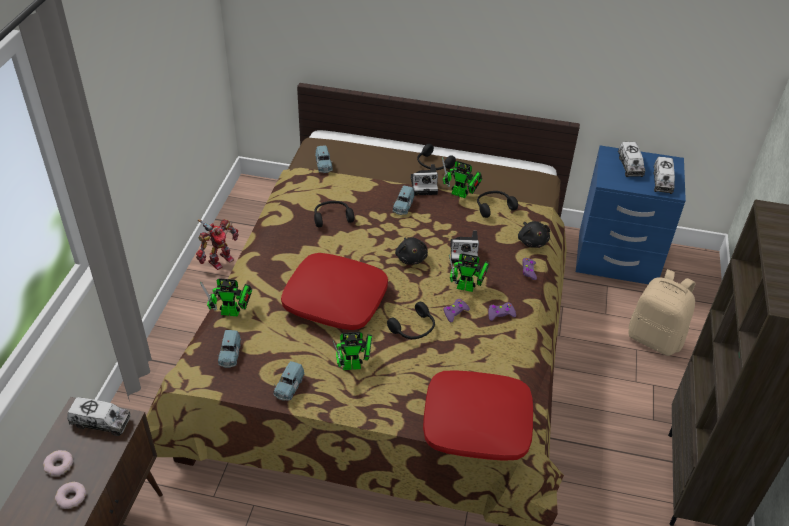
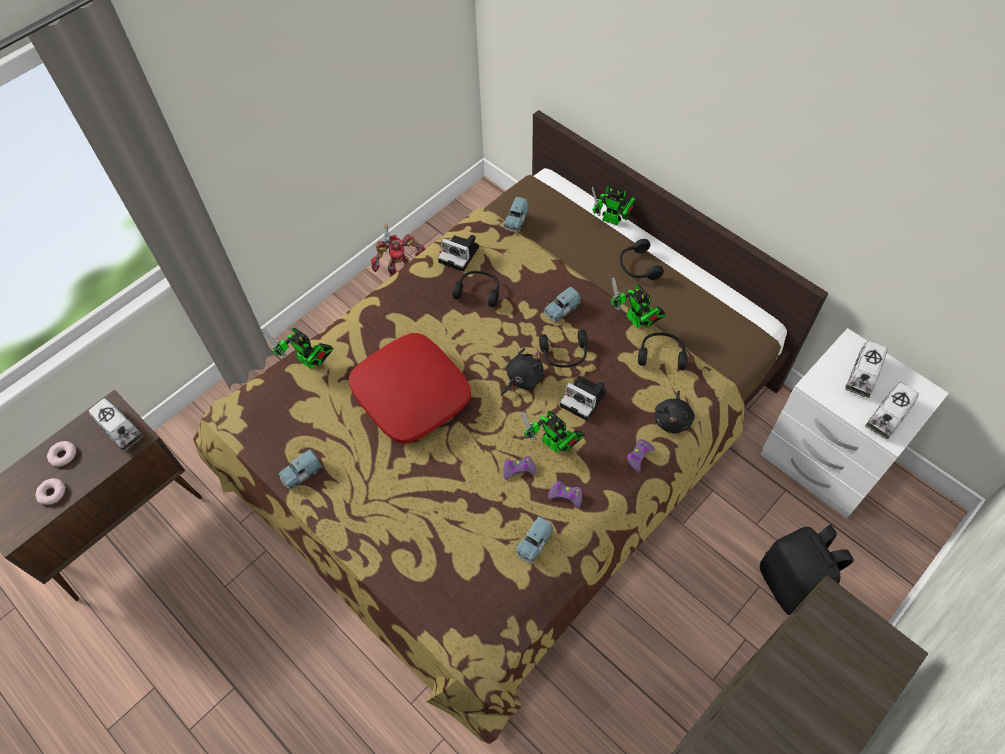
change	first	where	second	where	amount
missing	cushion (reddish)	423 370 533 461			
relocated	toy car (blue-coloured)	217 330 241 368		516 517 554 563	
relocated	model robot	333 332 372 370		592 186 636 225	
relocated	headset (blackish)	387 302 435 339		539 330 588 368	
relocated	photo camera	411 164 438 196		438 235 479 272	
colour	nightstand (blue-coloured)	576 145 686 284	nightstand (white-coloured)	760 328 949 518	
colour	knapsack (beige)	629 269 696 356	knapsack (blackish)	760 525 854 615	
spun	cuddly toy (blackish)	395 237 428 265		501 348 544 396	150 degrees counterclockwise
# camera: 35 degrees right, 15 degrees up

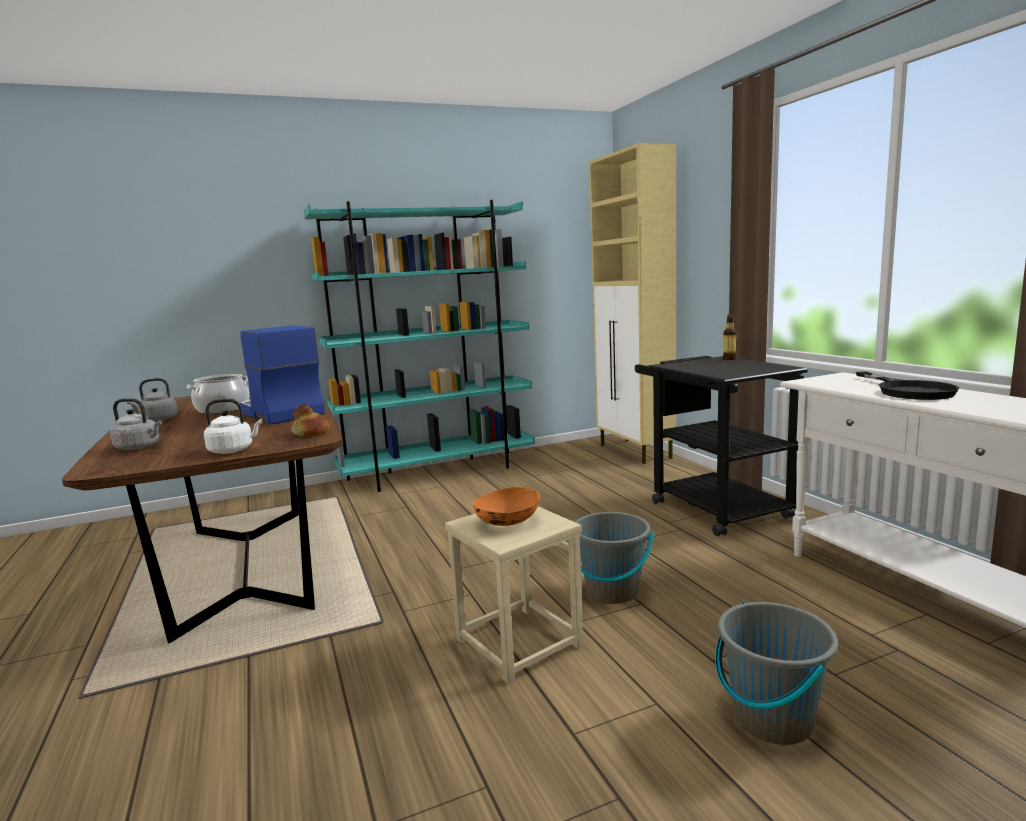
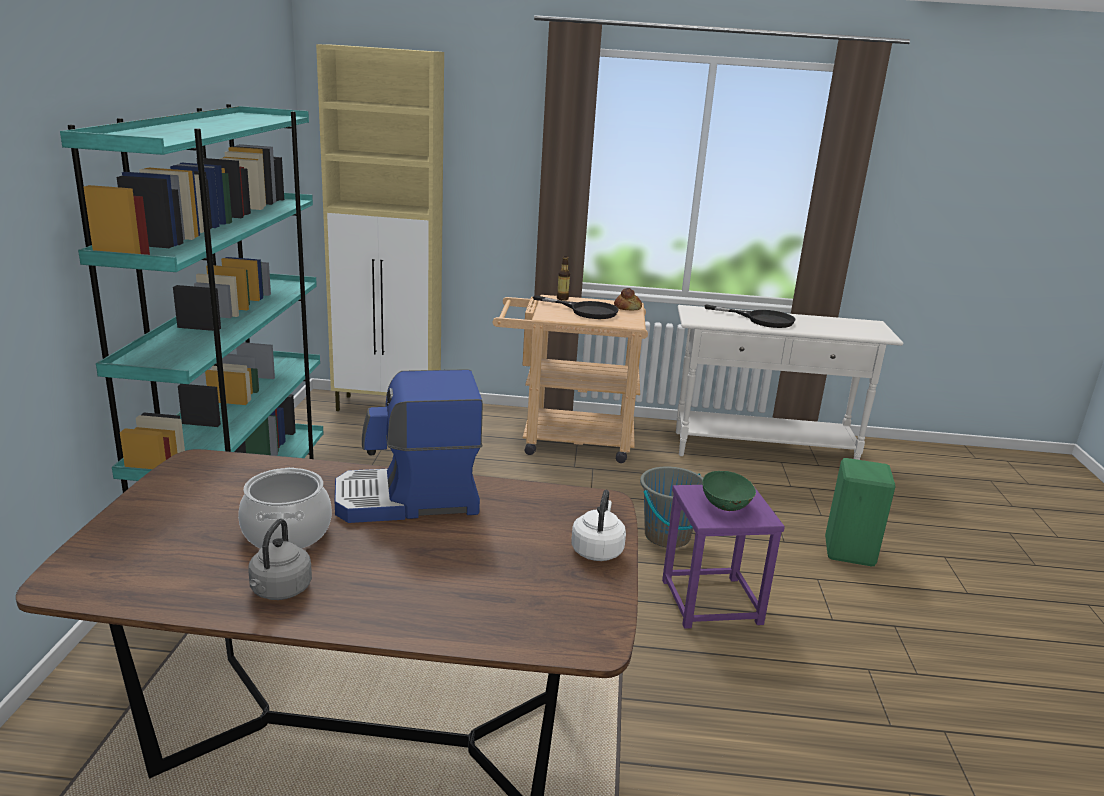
change	first	where	second	where	amount
missing	water kettle (gray)	110 398 162 450			
appeared			frying pan (blackish)	533 295 619 319	
relocated	baked bread	291 404 330 437		614 288 642 311	
exchanged	water bucket (gray)	715 602 838 745	stool seat (green)	825 458 896 566	
colour	stool seat (beige)	445 506 583 684	stool seat (purplish)	662 485 785 629	
colour	serving bowl (orangey)	473 487 540 526	serving bowl (green)	703 471 756 511	
colour	trolley (blackish)	635 356 808 536	trolley (beige)	493 295 648 463	
# camera: 65 degrees left, 10 degrees up

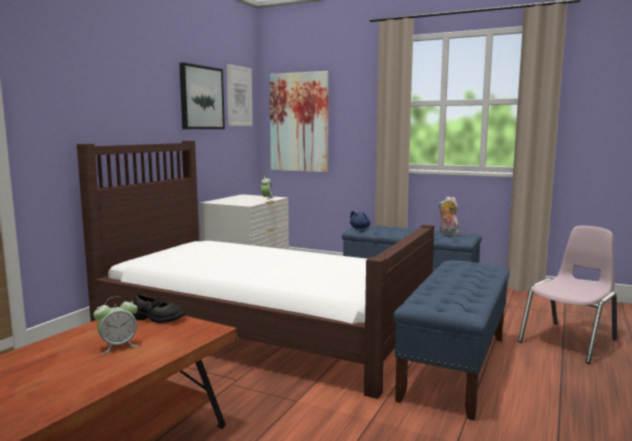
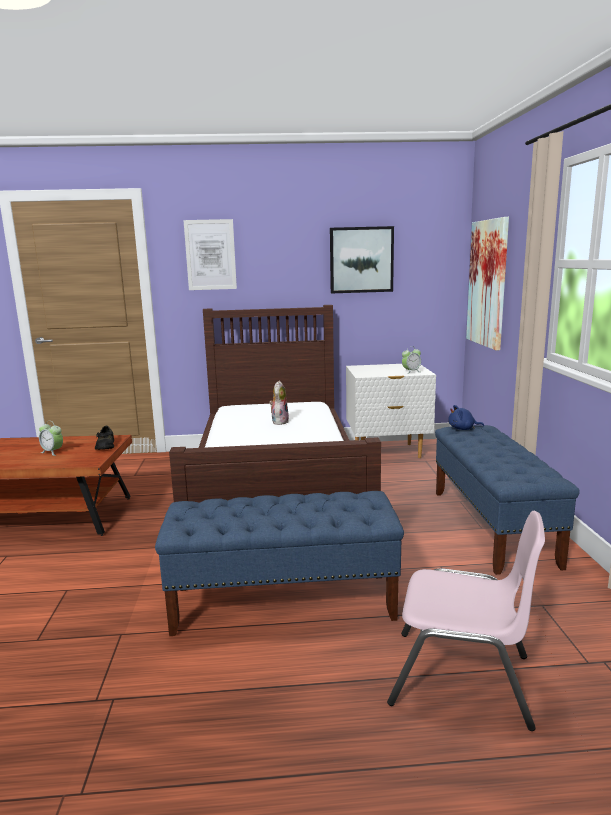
change	first	where	second	where	amount
relocated	wall picture	226 64 253 126		183 219 237 290	
relocated	cuddly toy	438 197 459 236		269 381 289 425	
# camera: 60 degrees right, 5 degrees up

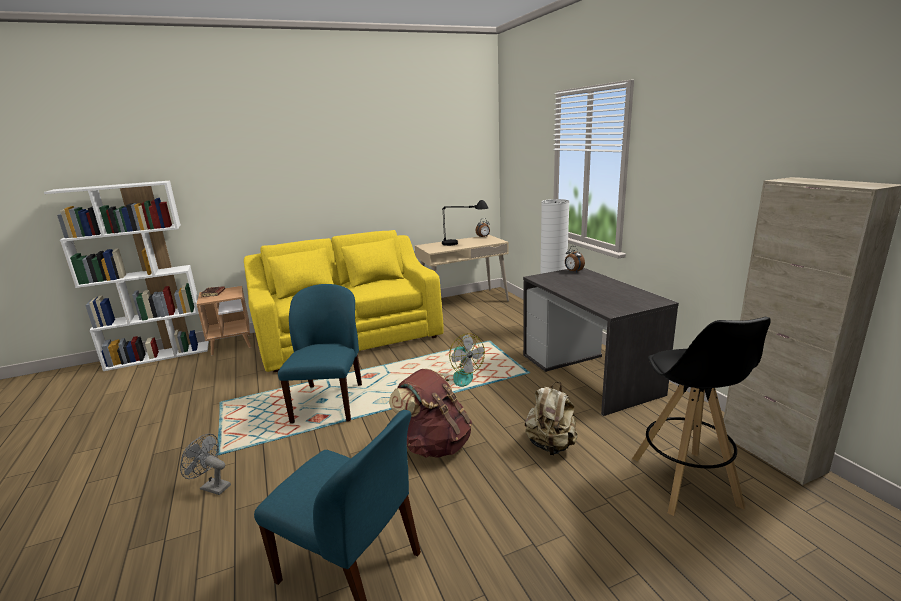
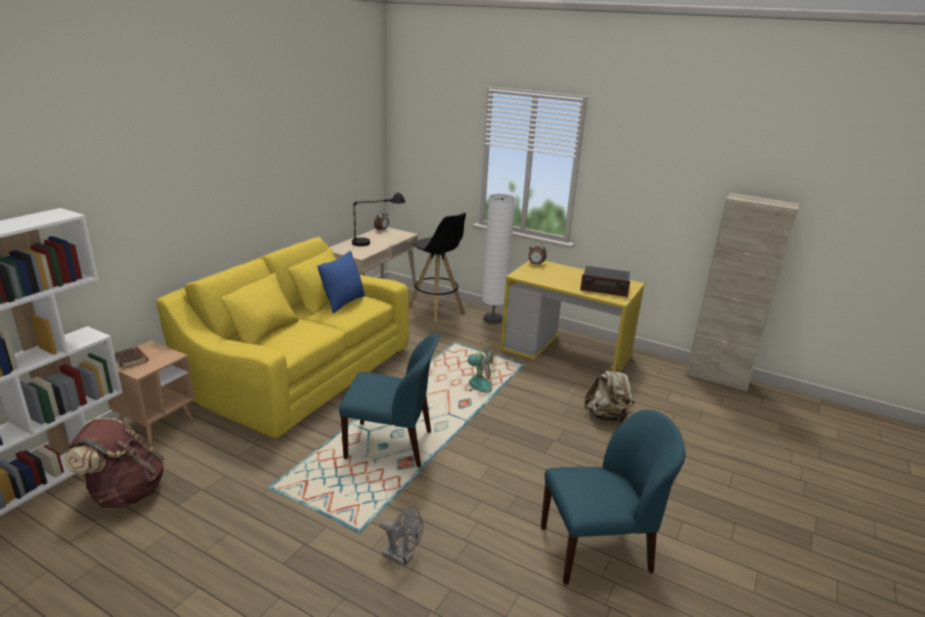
change	first	where	second	where	amount
appeared			cushion (blue-coloured)	318 251 365 313	
appeared			radio	580 266 630 297	
relocated	knapsack (brown-coloured)	389 369 472 458		64 418 164 508	
relocated	stool seat (blackish)	632 317 771 516		409 213 466 322	
colour	desk (gray)	523 268 679 416	desk (yellow)	500 260 645 372	
spun	cooling fan (gray)	180 434 231 495		380 507 423 566	135 degrees counterclockwise
spun	plain chair (blue-coloured)	278 284 362 424		339 334 439 467	135 degrees clockwise
# camera: 40 degrees left, 5 degrees up

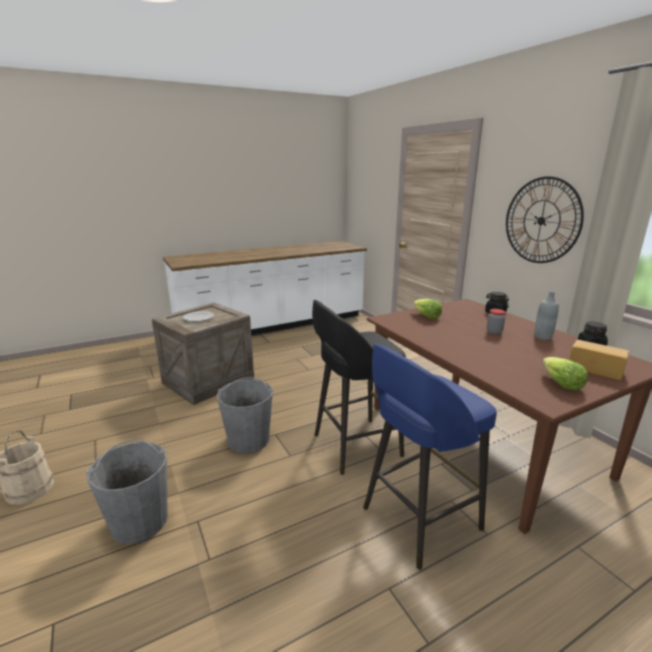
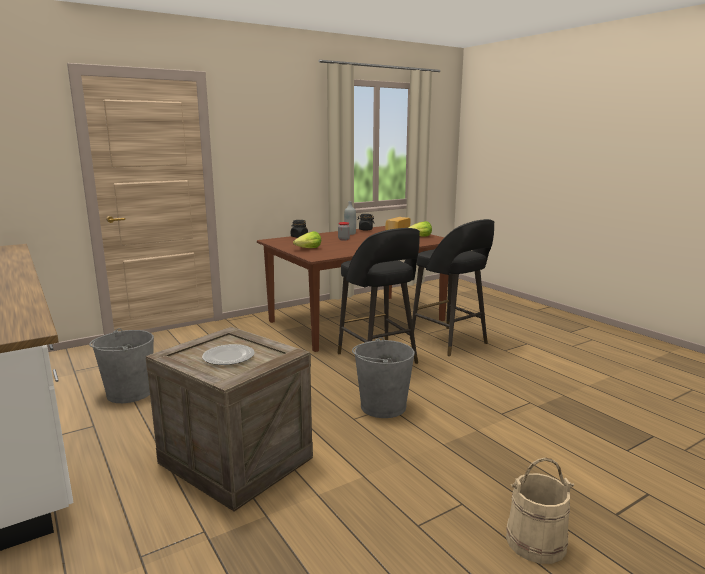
change	first	where	second	where	amount
missing	wall clock	506 176 584 263			
relocated	water bucket (gray)	86 440 168 544		89 328 154 403	
colour	stool seat (blue-coloured)	363 344 497 570	stool seat (blackish)	412 219 494 356	
# camera: 95 degrees left, 5 degrees down

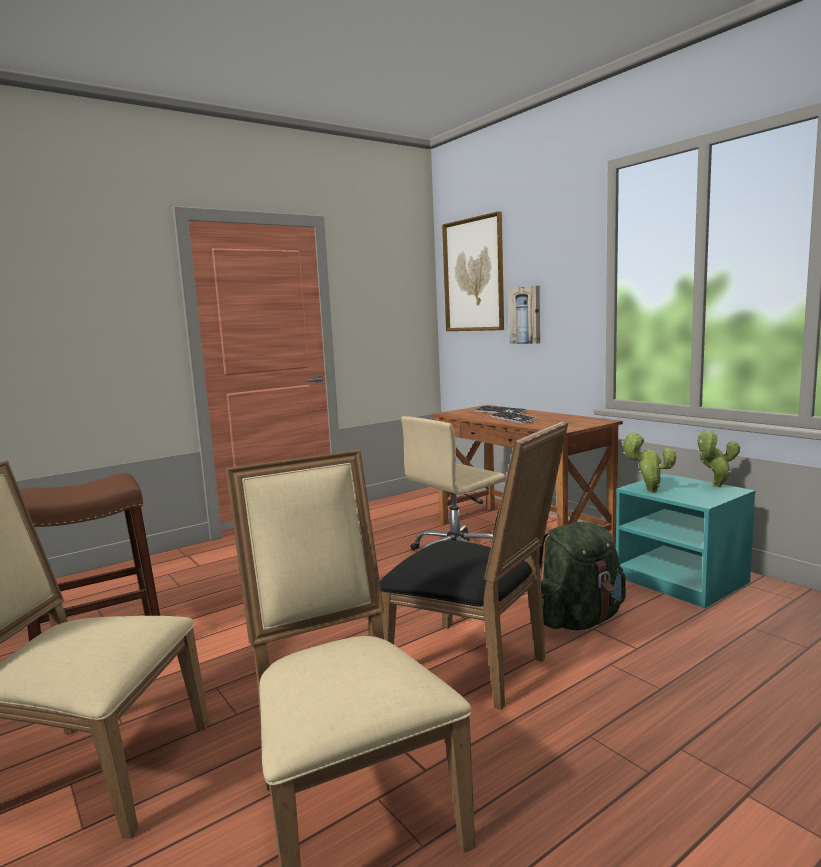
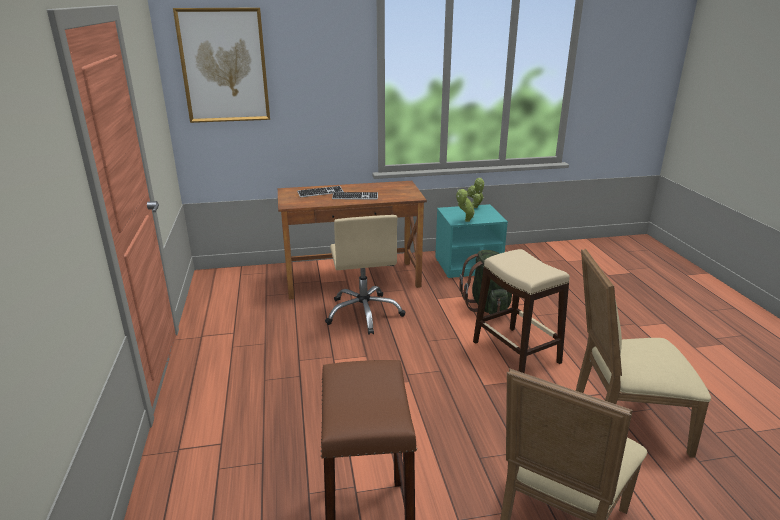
change	first	where	second	where	amount
missing	wall picture	508 286 540 344			
exchanged	plain chair (blackish)	380 421 568 710	stool seat (beige)	473 249 570 373	
# camera: 65 degrees left, 15 degrees up

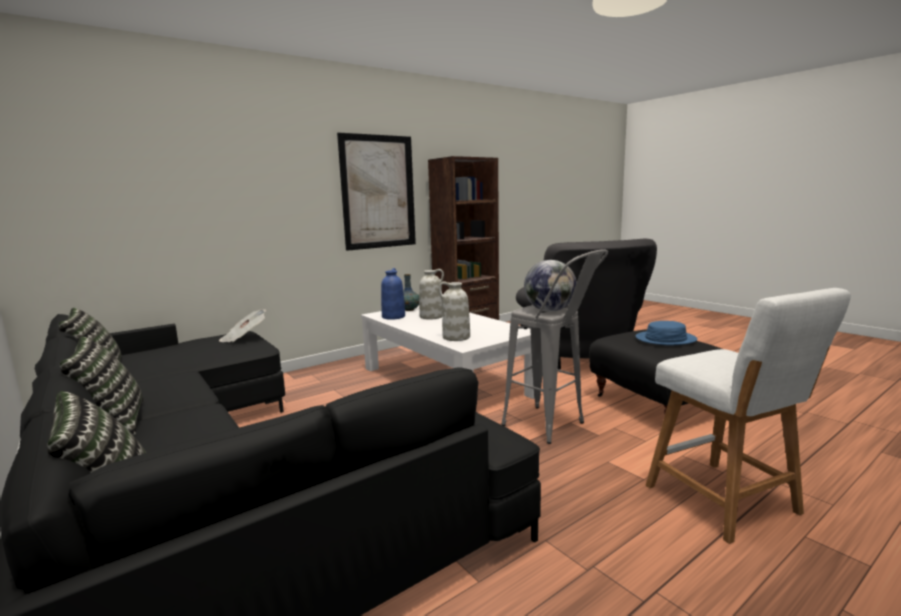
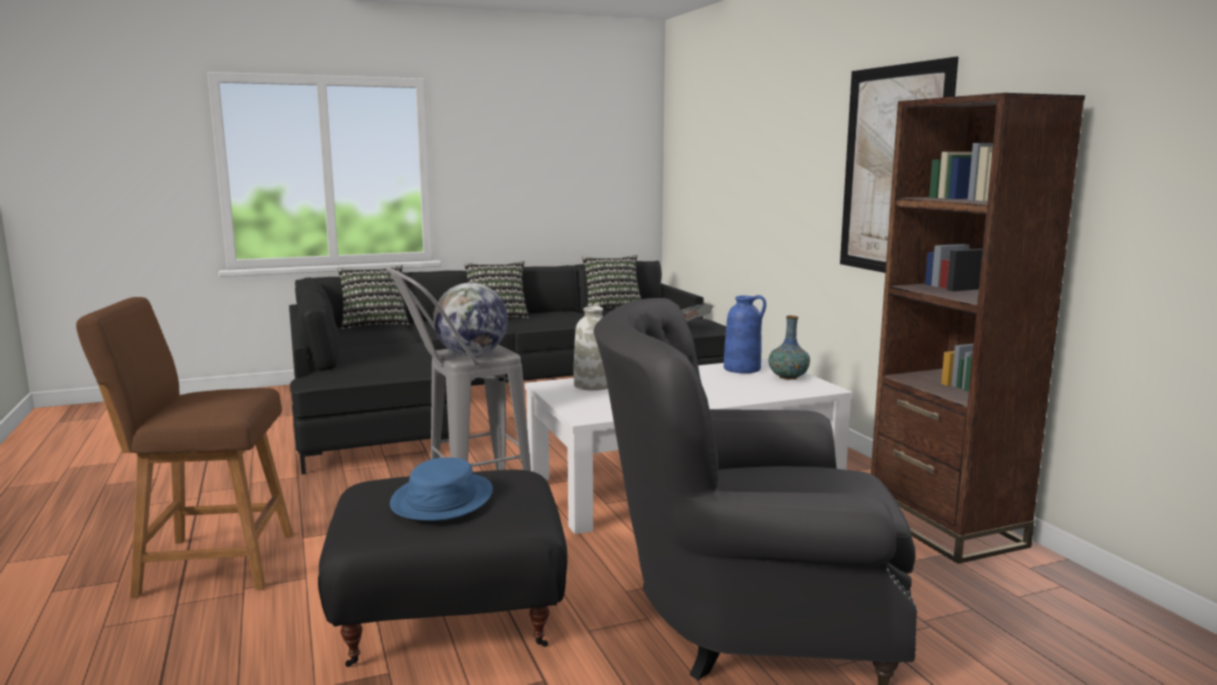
change	first	where	second	where	amount
missing	flower vase (white-coloured)	419 269 444 320			
colour	stool seat (white-coloured)	646 288 851 544	stool seat (brown-coloured)	76 297 293 598	
# camera: 105 degrees right, 0 degrees up

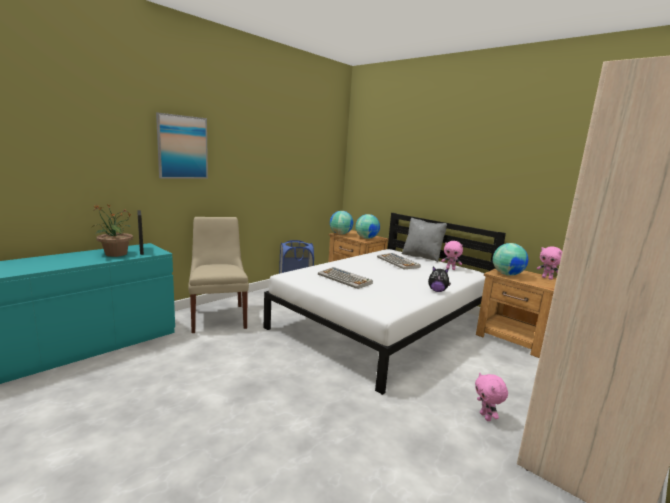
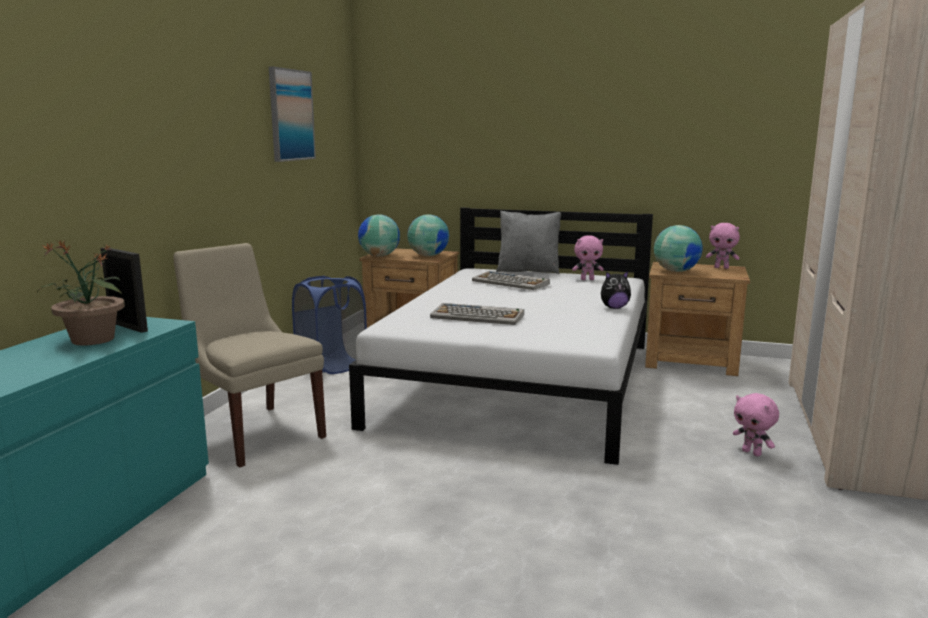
change	first	where	second	where	amount
relocated	wall picture	156 113 208 179		269 67 316 162	
# camera: 25 degrees left, 0 degrees up

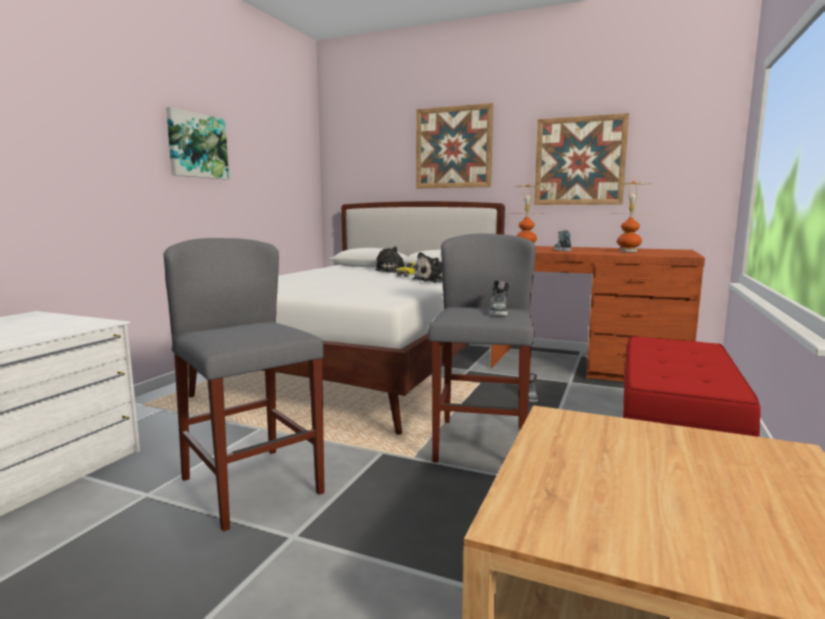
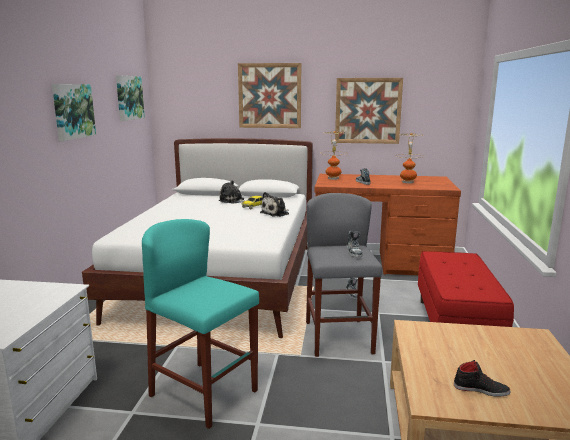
change	first	where	second	where	amount
appeared			wall picture	116 75 145 121	
appeared			shoe (blackish)	454 360 510 397	
colour	stool seat (gray)	164 238 325 532	stool seat (blue-green)	142 219 259 429	
# camera: 15 degrees left, 5 degrees up

